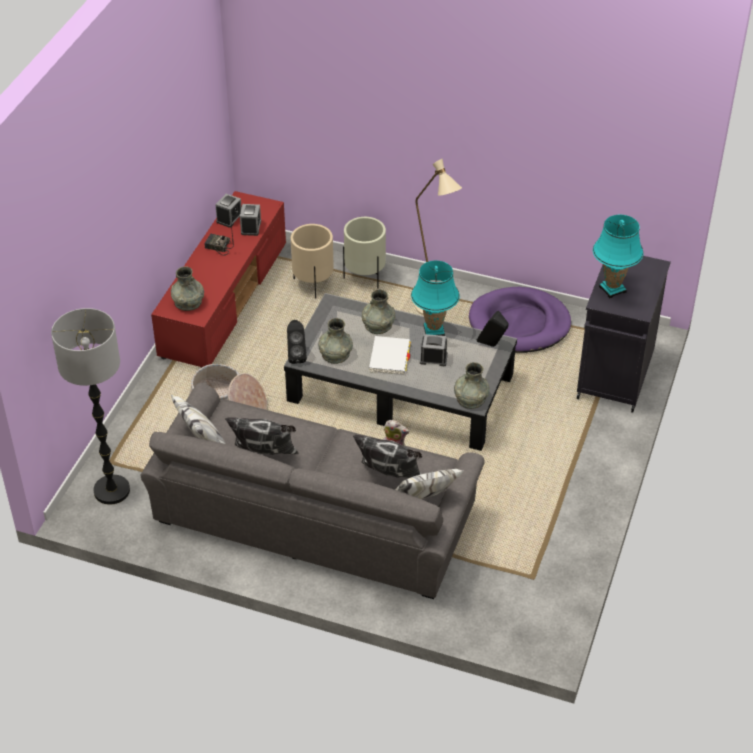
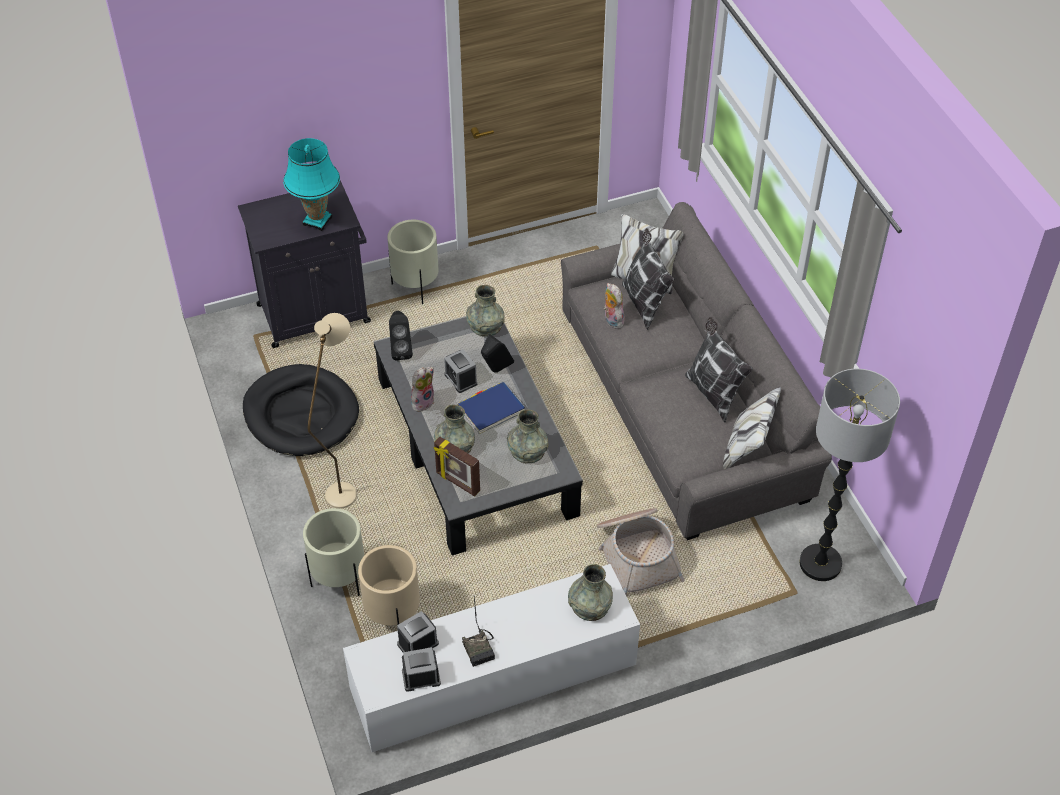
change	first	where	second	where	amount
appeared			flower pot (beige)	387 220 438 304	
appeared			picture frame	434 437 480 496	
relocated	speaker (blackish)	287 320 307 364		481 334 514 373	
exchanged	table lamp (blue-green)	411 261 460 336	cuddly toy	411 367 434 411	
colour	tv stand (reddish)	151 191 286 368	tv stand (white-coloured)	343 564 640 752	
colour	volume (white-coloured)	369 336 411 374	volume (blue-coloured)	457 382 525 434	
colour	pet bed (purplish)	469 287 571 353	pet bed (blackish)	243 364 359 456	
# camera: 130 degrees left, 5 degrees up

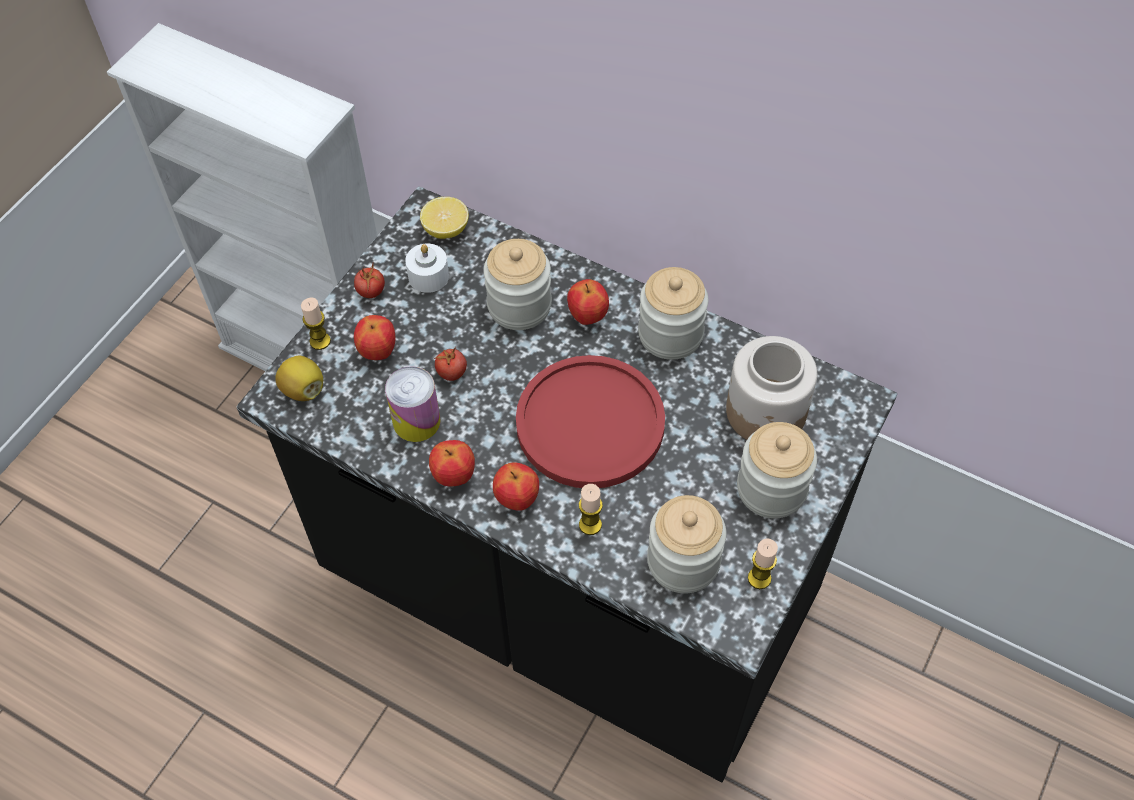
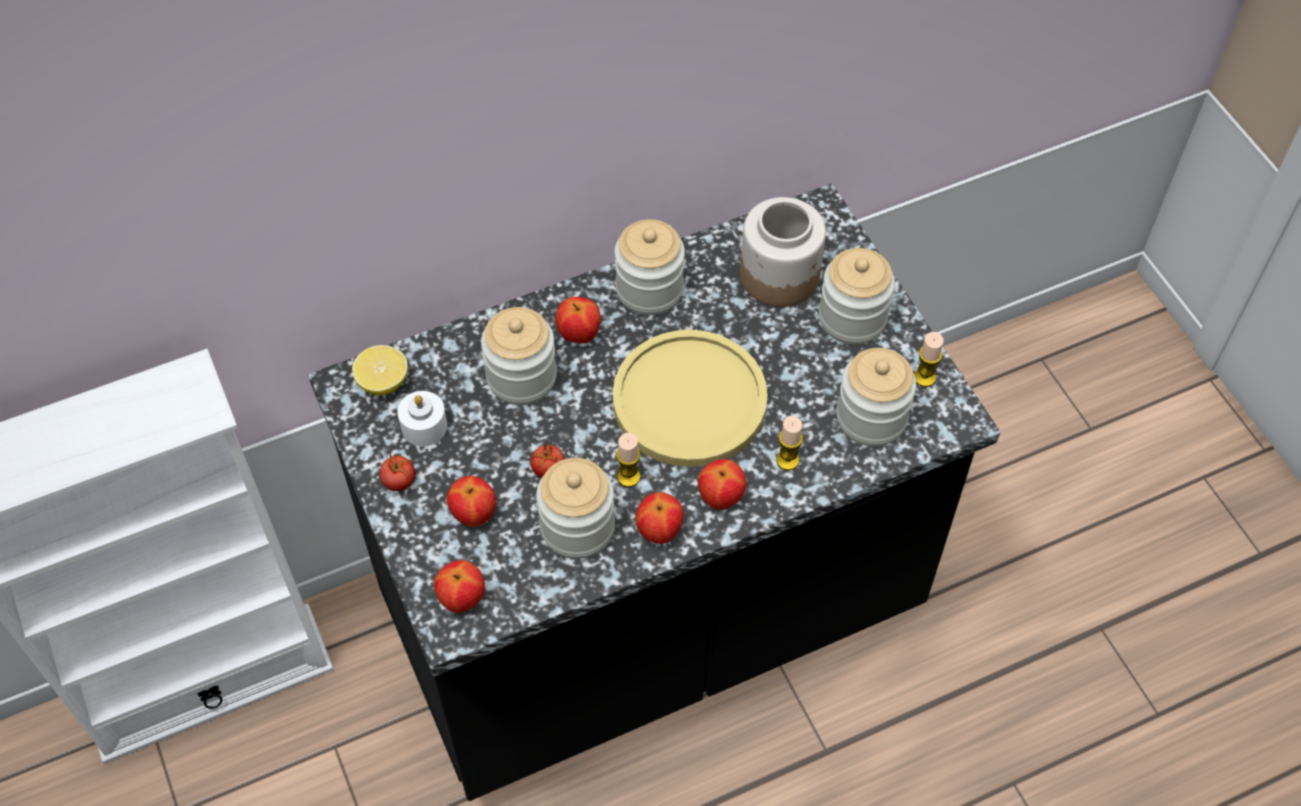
change	first	where	second	where	amount
relocated	wax light	301 298 331 350		616 433 640 487	
exchanged	citrus fruit	275 356 323 401	apple fruit	434 560 485 613	
exchanged	can	385 366 441 442	storage jar	536 458 615 559	
colour	flat dish (reddish)	516 355 665 488	flat dish (yellow)	613 330 768 467	
# camera: 55 degrees left, 0 degrees up

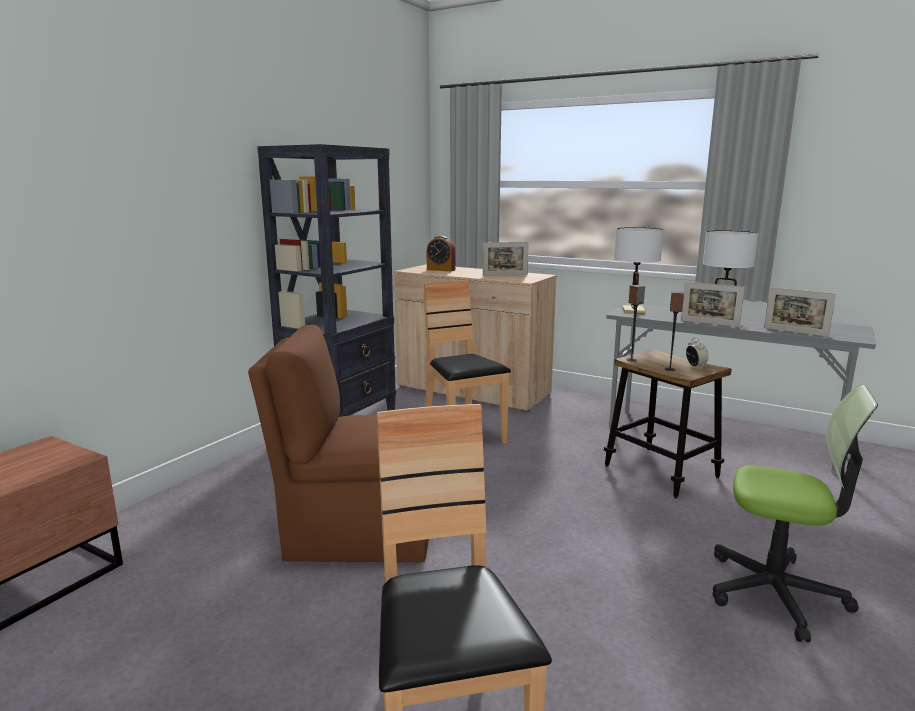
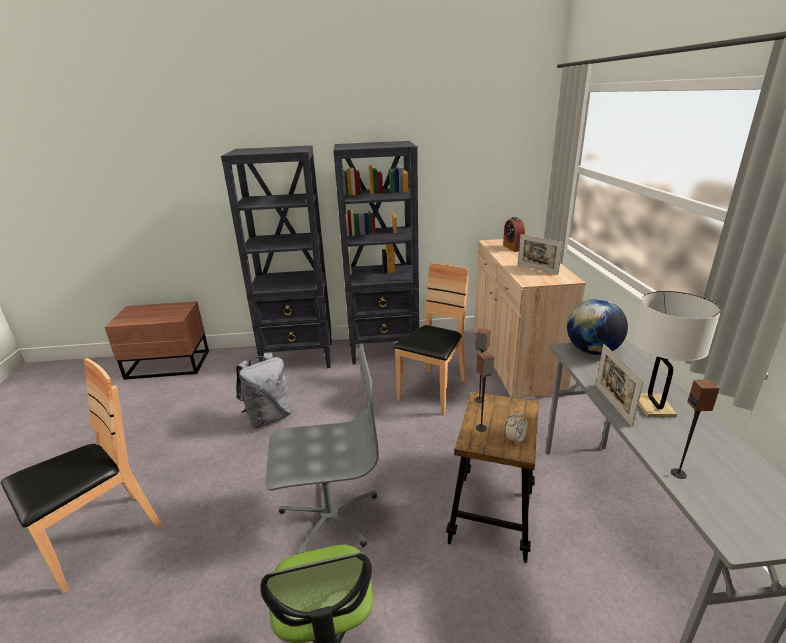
change	first	where	second	where	amount
appeared			bookcase (blackish)	221 146 332 368	
appeared			computer chair (gray)	266 346 379 554	
exchanged	plain chair (brown-coloured)	248 324 429 563	knapsack (gray)	236 353 291 428	
exchanged	table lamp (white-coloured)	614 227 664 314	globe	567 299 628 355	
exchanged	picture frame	764 287 836 337	speaker	671 380 720 479	
# camera: 55 degrees right, 10 degrees up

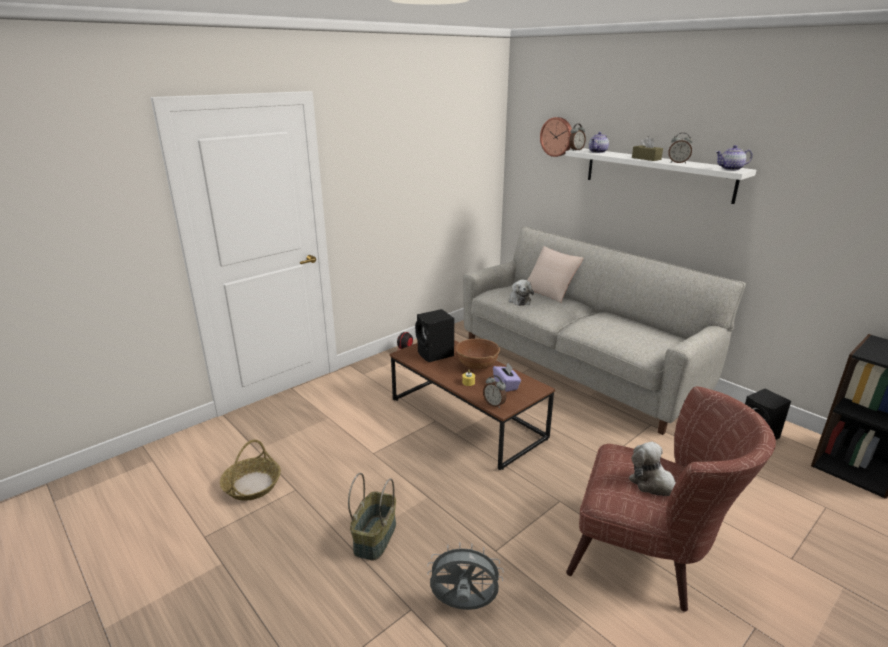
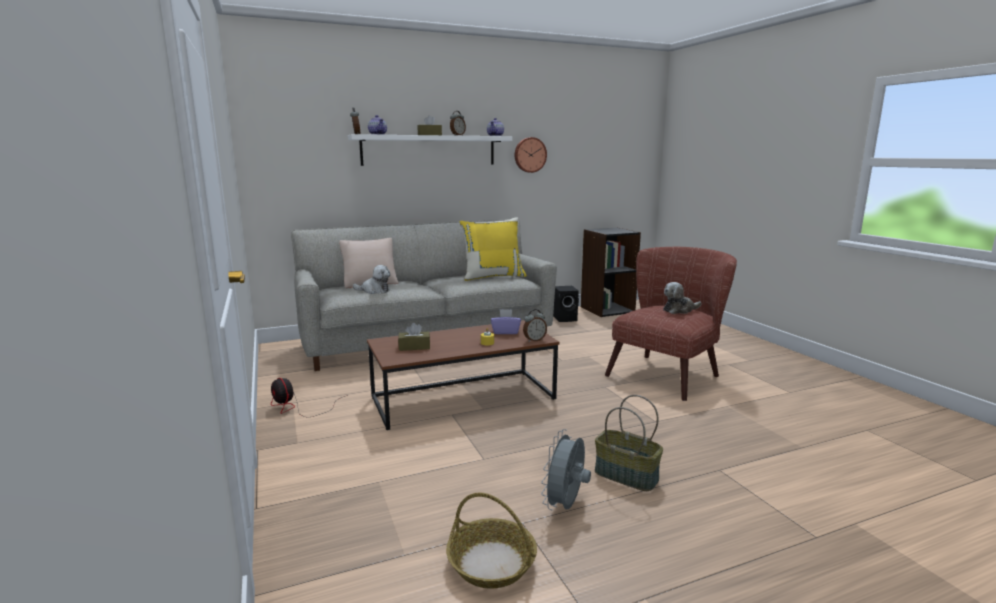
change	first	where	second	where	amount
missing	serving bowl (brown-coloured)	456 339 500 369			
appeared			cushion (yellow)	460 217 527 281	
relocated	cooling fan (gray)	427 543 504 610		541 429 591 511	
relocated	wall clock	540 117 572 157		515 137 547 173	
exchanged	speaker (blackish)	415 309 454 362	tissue holder (brown-coloured)	398 323 430 351	
# camera: 70 degrees left, 10 degrees down

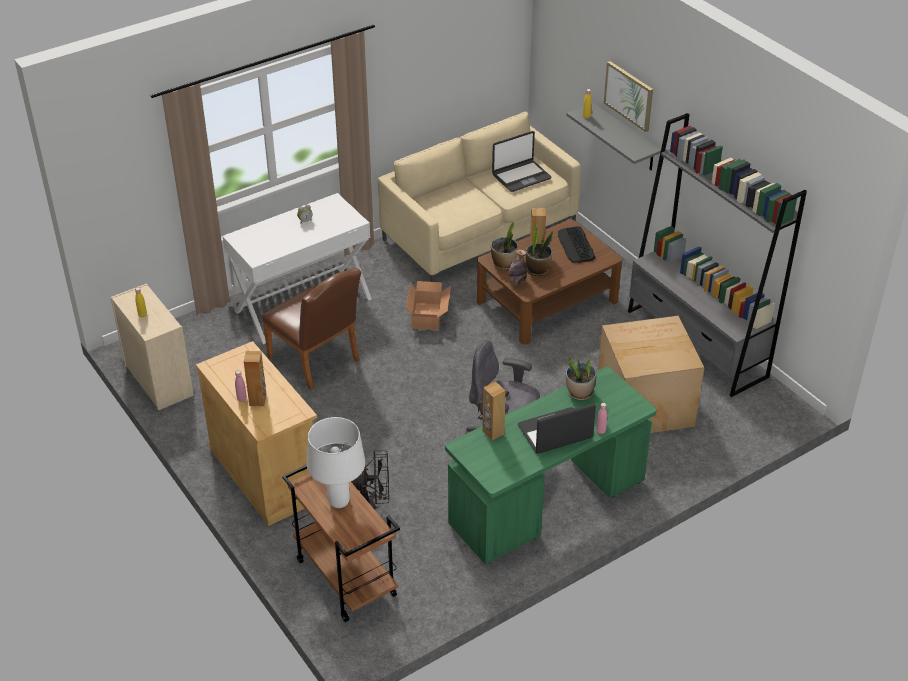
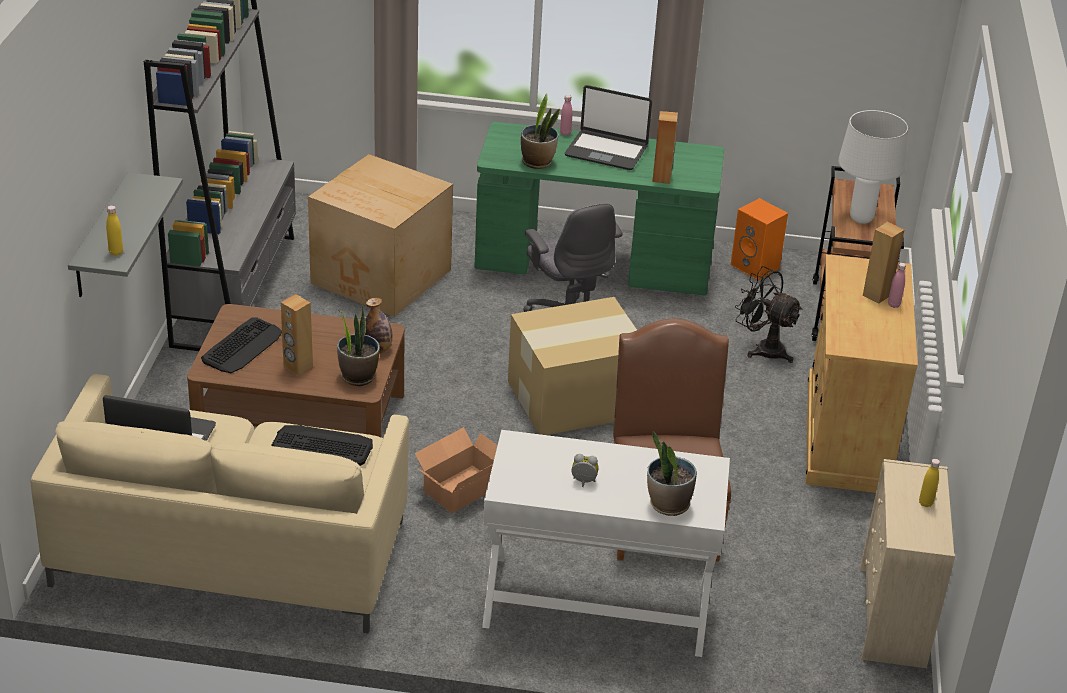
change	first	where	second	where	amount
missing	wall picture	604 61 653 132			
appeared			PC keyboard	271 425 373 466	
appeared			packing box	508 297 637 435	
appeared			speaker (orangey)	730 198 788 280	
relocated	potted plant	526 224 553 276		647 431 697 516	
# camera: 140 degrees left, 5 degrees down

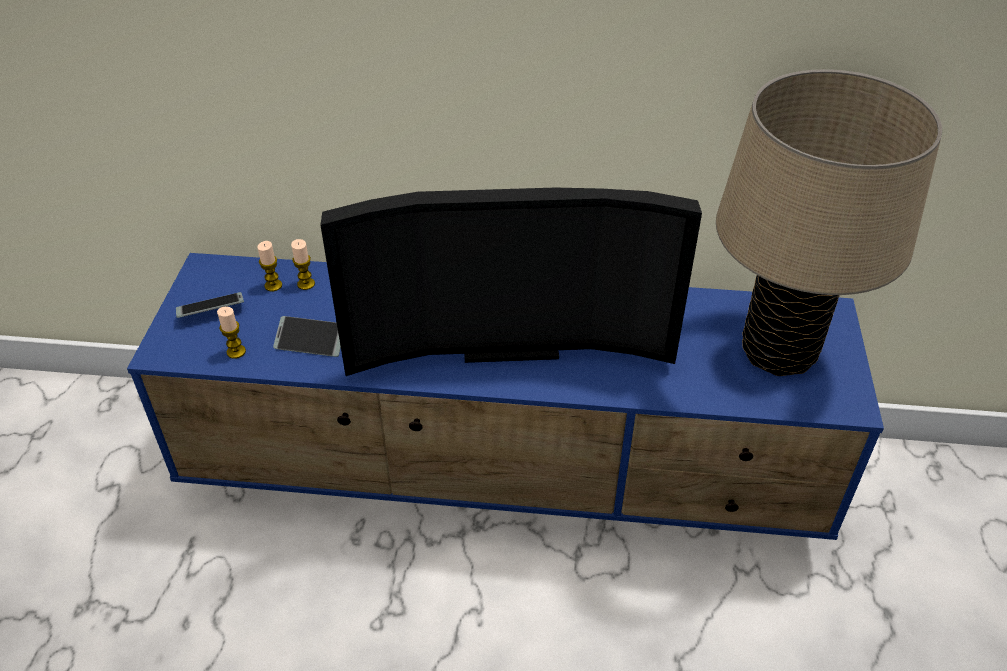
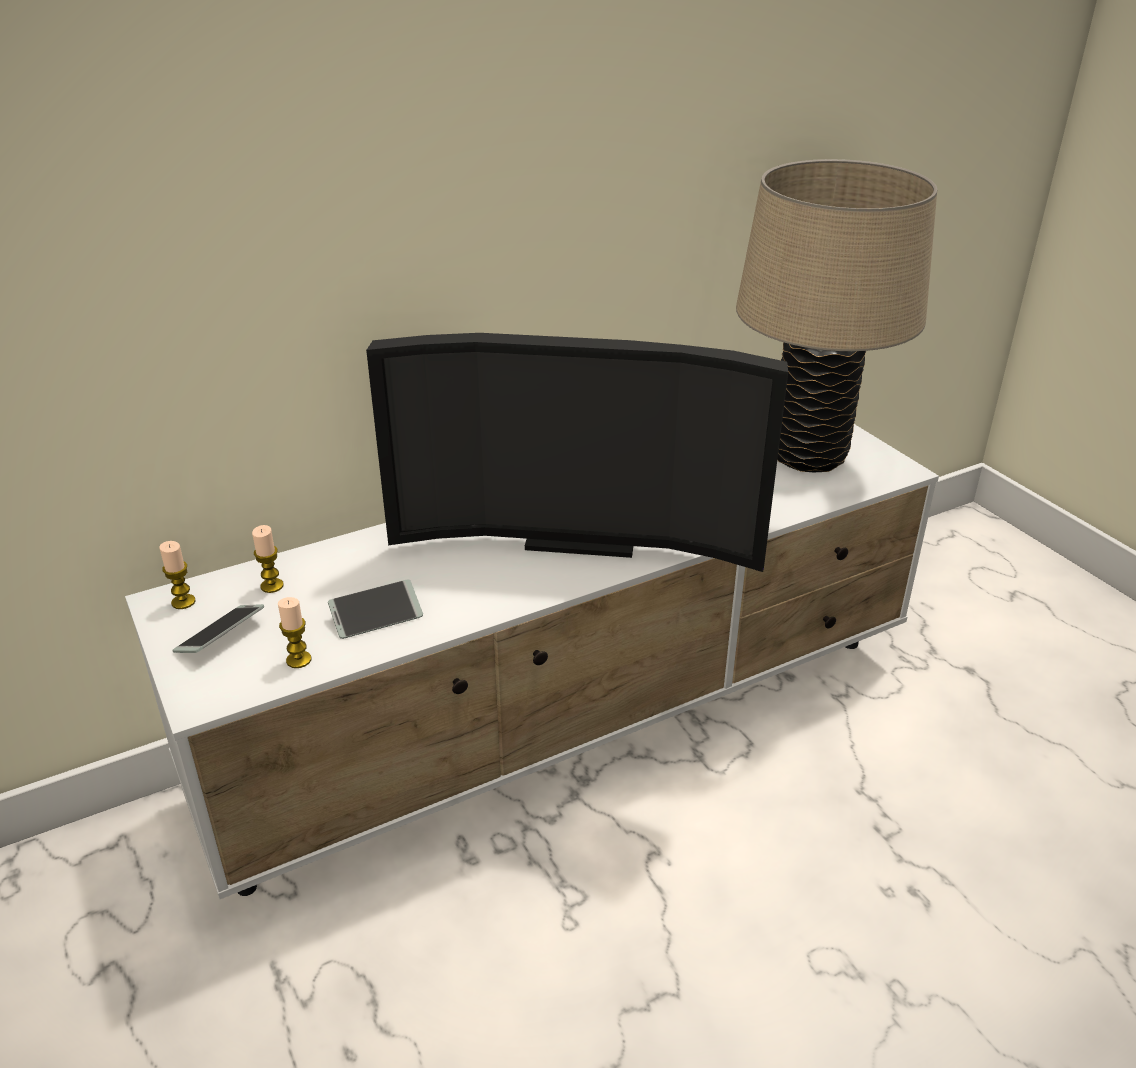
change	first	where	second	where	amount
relocated	wax light	291 239 315 290		159 541 195 609	
colour	tv stand (blue-coloured)	127 253 884 540	tv stand (white-coloured)	125 424 939 899	
spun	TV	321 188 702 376		366 333 788 572	45 degrees clockwise
# camera: 35 degrees left, 10 degrees down

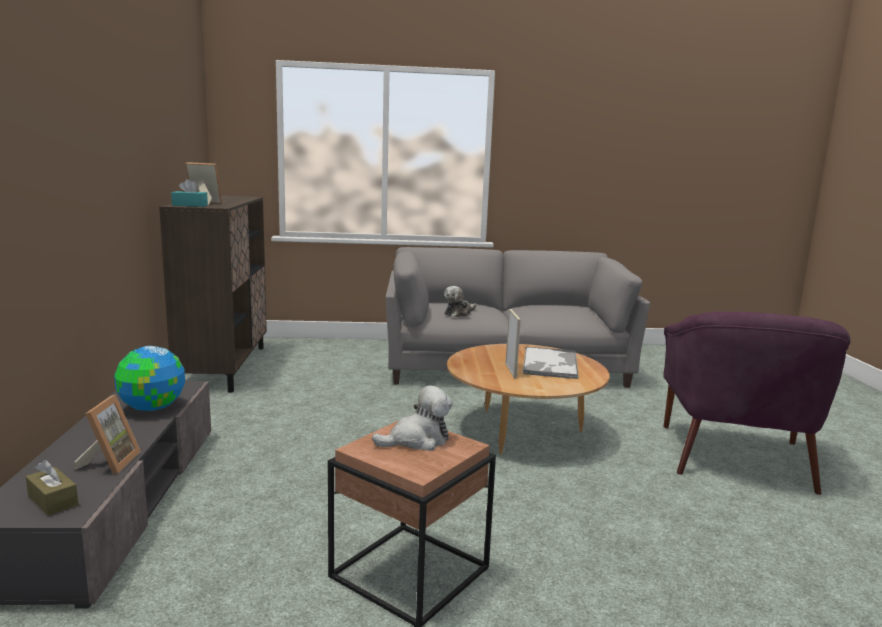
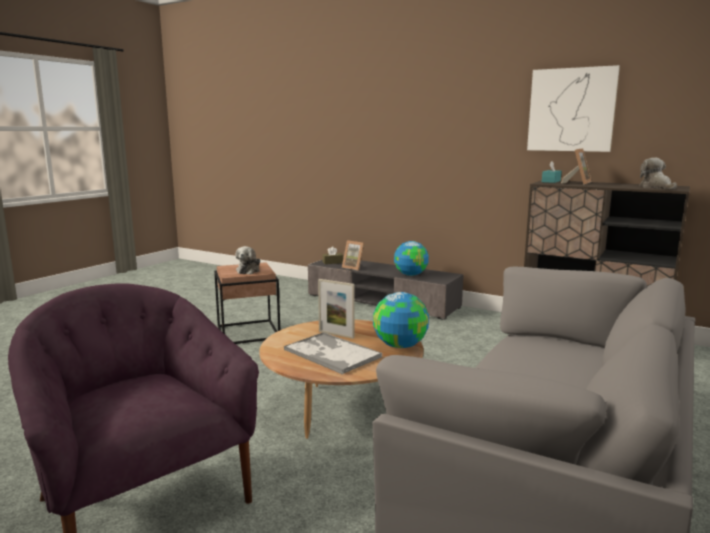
change	first	where	second	where	amount
appeared			globe	373 292 429 348	
appeared			wall picture	527 65 620 152	
relocated	cuddly toy	444 286 476 317		639 158 677 189	
# camera: 125 degrees right, 0 degrees up

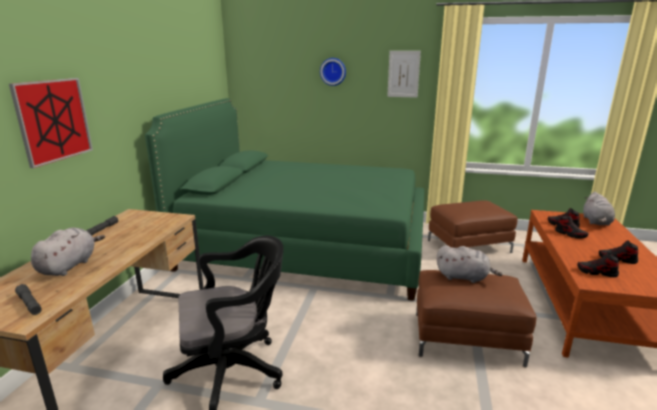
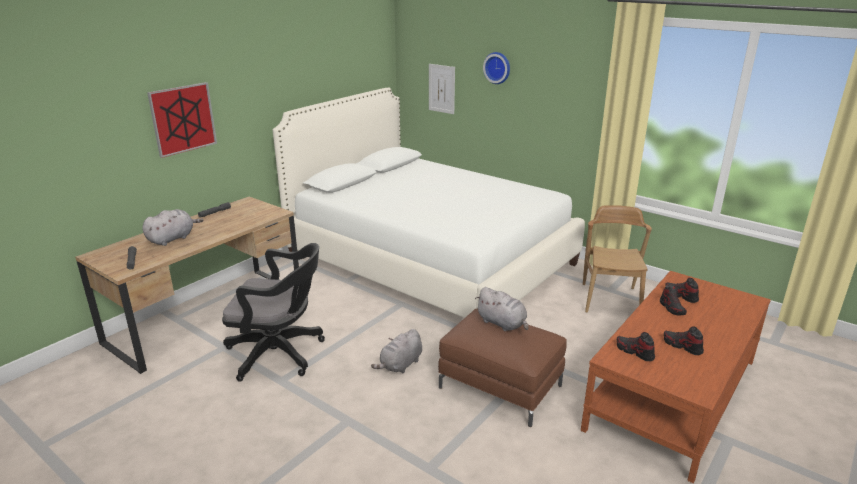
change	first	where	second	where	amount
relocated	wall picture	387 51 421 98		429 64 455 114	
relocated	cuddly toy (gray)	583 192 615 226		371 329 422 373	
exchanged	pouffe (brown-coloured)	428 200 518 253	plain chair (brown-coloured)	583 205 652 313	
colour	sleeping bed (green)	145 98 425 301	sleeping bed (white-coloured)	273 88 585 318	
# camera: 25 degrees right, 5 degrees up

